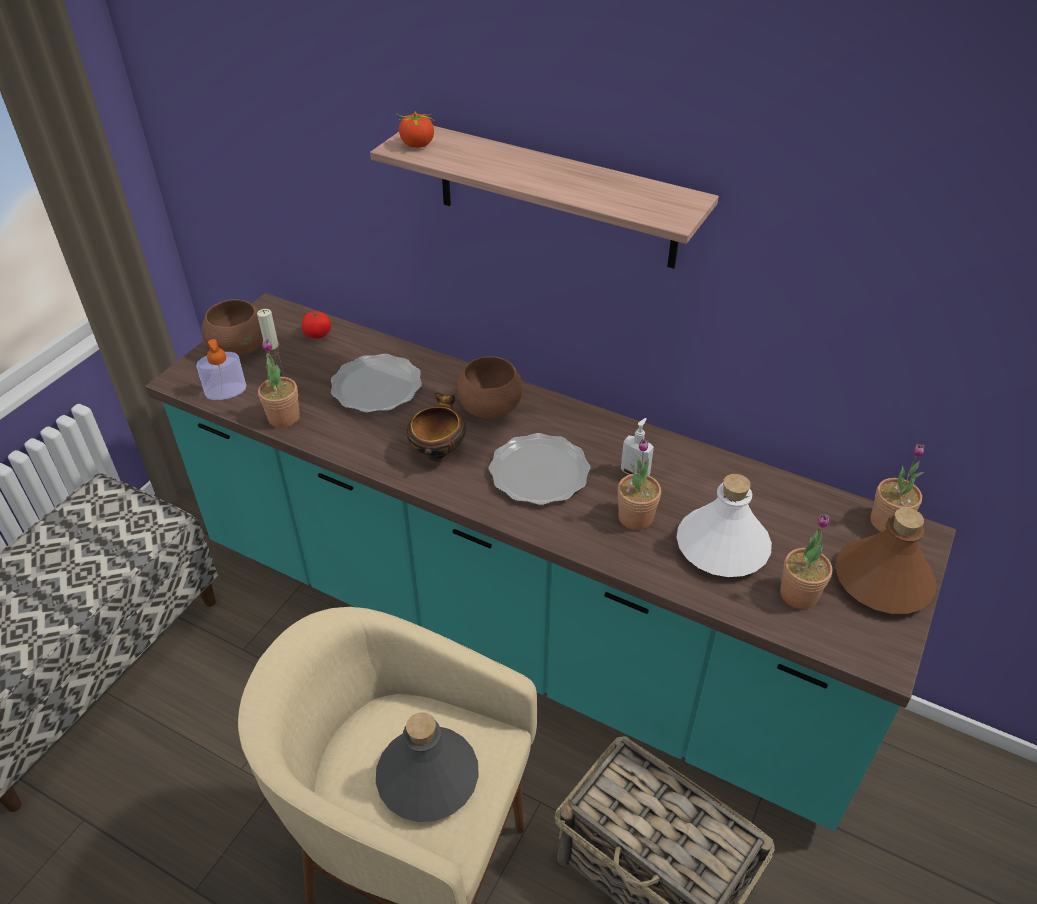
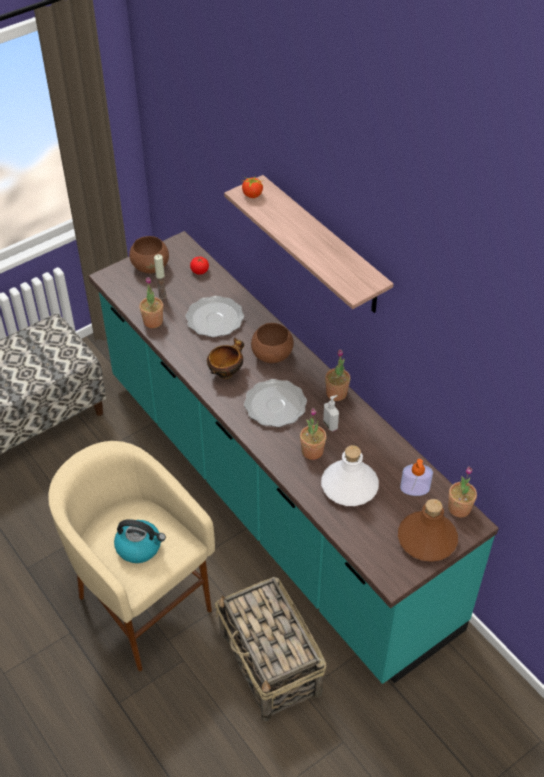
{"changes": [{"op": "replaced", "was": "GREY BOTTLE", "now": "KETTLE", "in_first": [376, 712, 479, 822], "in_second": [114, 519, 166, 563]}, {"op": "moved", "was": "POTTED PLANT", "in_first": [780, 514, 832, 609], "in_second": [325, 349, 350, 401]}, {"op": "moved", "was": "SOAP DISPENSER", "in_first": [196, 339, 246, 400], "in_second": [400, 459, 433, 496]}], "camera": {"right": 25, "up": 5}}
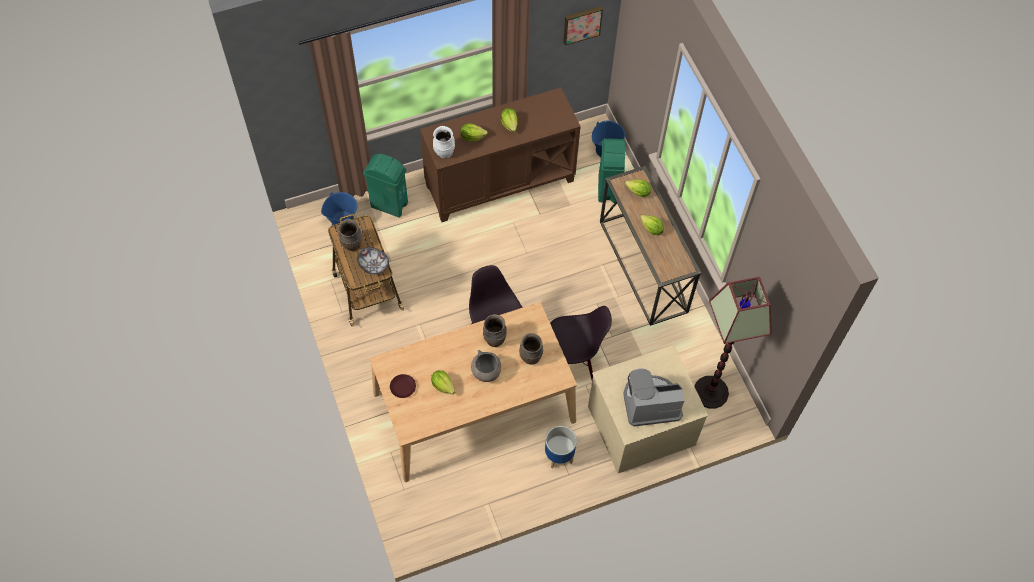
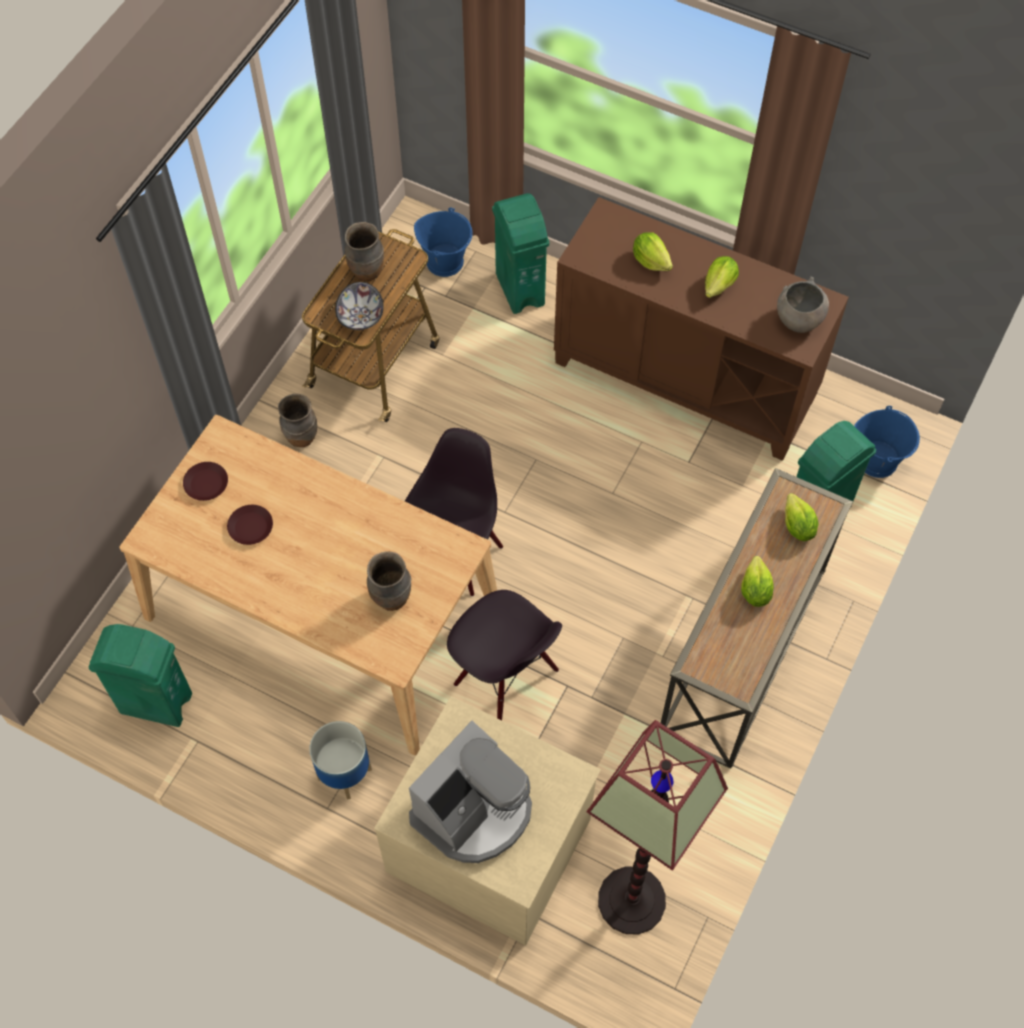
{"changes": [{"op": "added", "now": "GREEN TRASH CAN", "in_second": [89, 624, 192, 727]}, {"op": "replaced", "was": "LETTUCE", "now": "BROWN PLATE", "in_first": [431, 370, 455, 394], "in_second": [227, 505, 273, 545]}, {"op": "moved", "was": "BROWN VASE", "in_first": [483, 314, 507, 347], "in_second": [278, 394, 317, 447]}, {"op": "turned", "was": "COFFEE MACHINE", "in_first": [623, 369, 684, 427], "in_second": [409, 721, 532, 863], "clockwise": 90}, {"op": "moved", "was": "GREY BOWL", "in_first": [471, 350, 501, 382], "in_second": [777, 277, 829, 333]}, {"op": "removed", "was": "WHITE VASE", "in_first": [433, 126, 455, 159]}, {"op": "removed", "was": "PICTURE", "in_first": [563, 6, 603, 46]}], "camera": {"right": 50, "up": 0}}
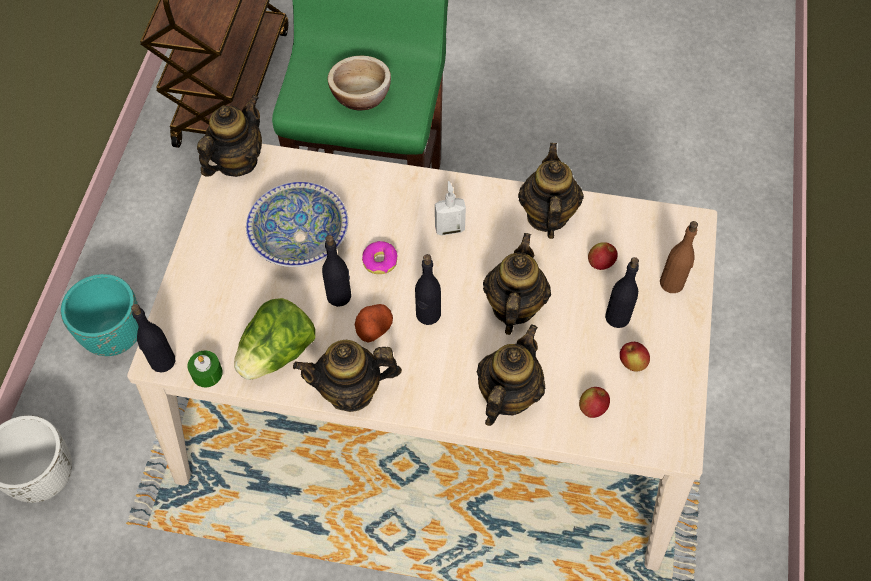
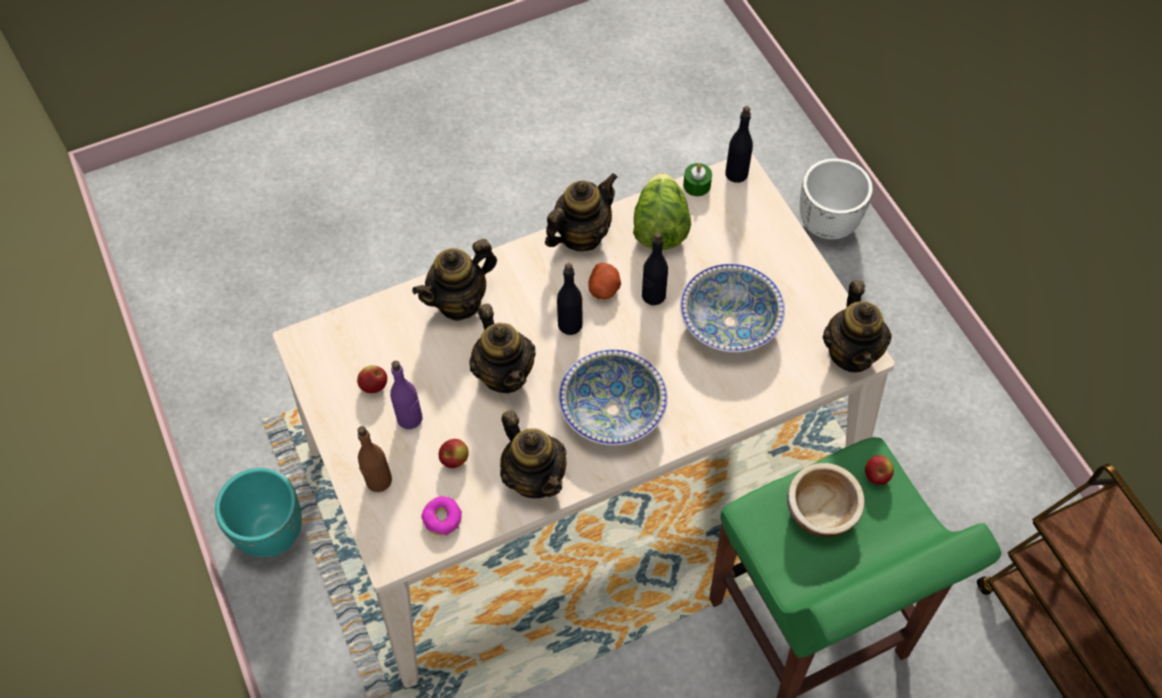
{"changes": [{"op": "moved", "was": "TURQUOISE PLANTER", "in_first": [61, 274, 139, 356], "in_second": [215, 468, 302, 558]}, {"op": "recoloured", "was": "BLACK BOTTLE", "now": "PURPLE BOTTLE", "in_first": [605, 257, 639, 328], "in_second": [390, 361, 422, 429]}, {"op": "turned", "was": "TEAPOT", "in_first": [477, 324, 545, 426], "in_second": [412, 239, 497, 321], "clockwise": 60}, {"op": "moved", "was": "DONUT", "in_first": [362, 241, 398, 274], "in_second": [421, 496, 462, 536]}, {"op": "replaced", "was": "SOAP DISPENSER", "now": "BOWL", "in_first": [435, 181, 466, 236], "in_second": [559, 349, 668, 446]}, {"op": "moved", "was": "APPLE", "in_first": [579, 387, 610, 418], "in_second": [865, 455, 894, 485]}], "camera": {"right": 145, "up": 0}}
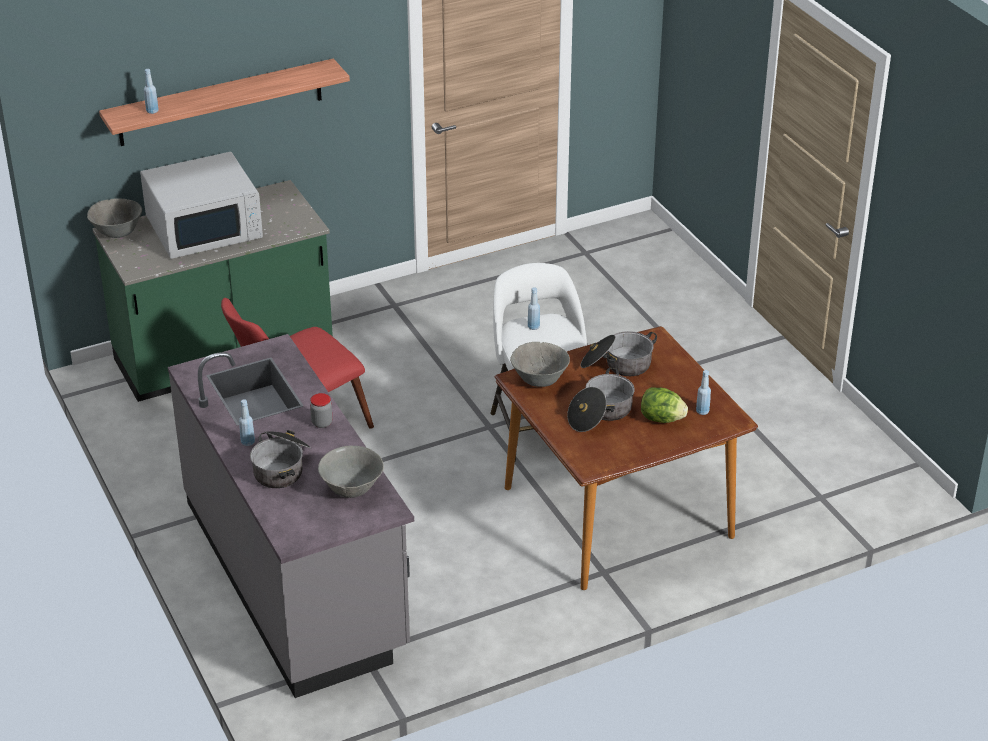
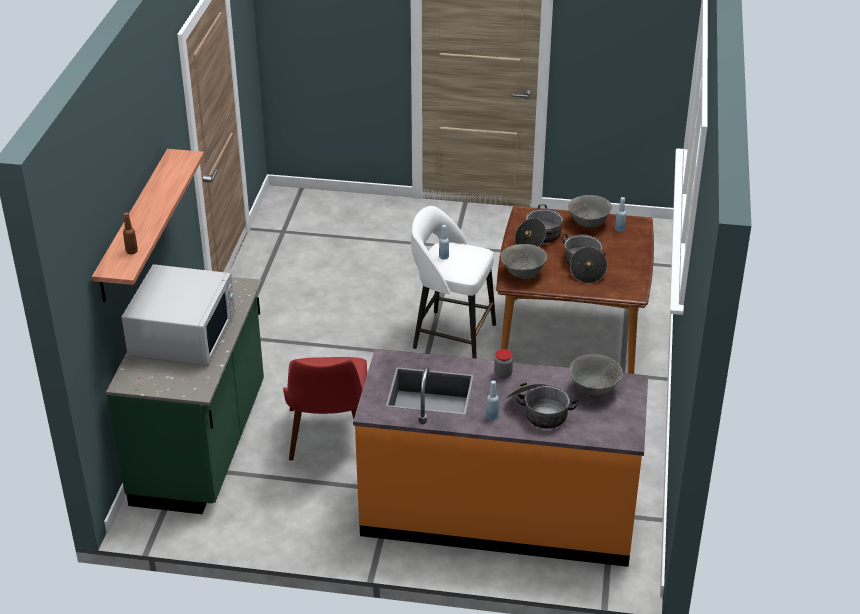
{"changes": [{"op": "recoloured", "was": "BLUE BOTTLE", "now": "BROWN BOTTLE", "in_first": [144, 69, 159, 114], "in_second": [123, 212, 138, 254]}, {"op": "recoloured", "was": "GREY COUNTER", "now": "ORANGE COUNTER", "in_first": [168, 334, 414, 698], "in_second": [353, 349, 648, 567]}, {"op": "moved", "was": "GREY BOWL", "in_first": [87, 198, 142, 238], "in_second": [568, 195, 612, 228]}, {"op": "removed", "was": "LETTUCE", "in_first": [641, 387, 688, 423]}], "camera": {"right": -55, "up": 0}}
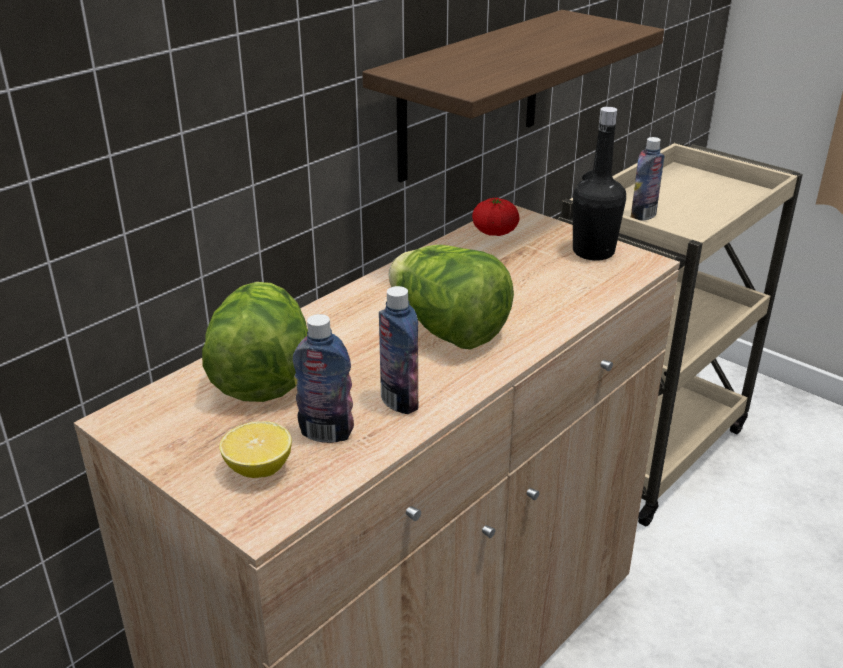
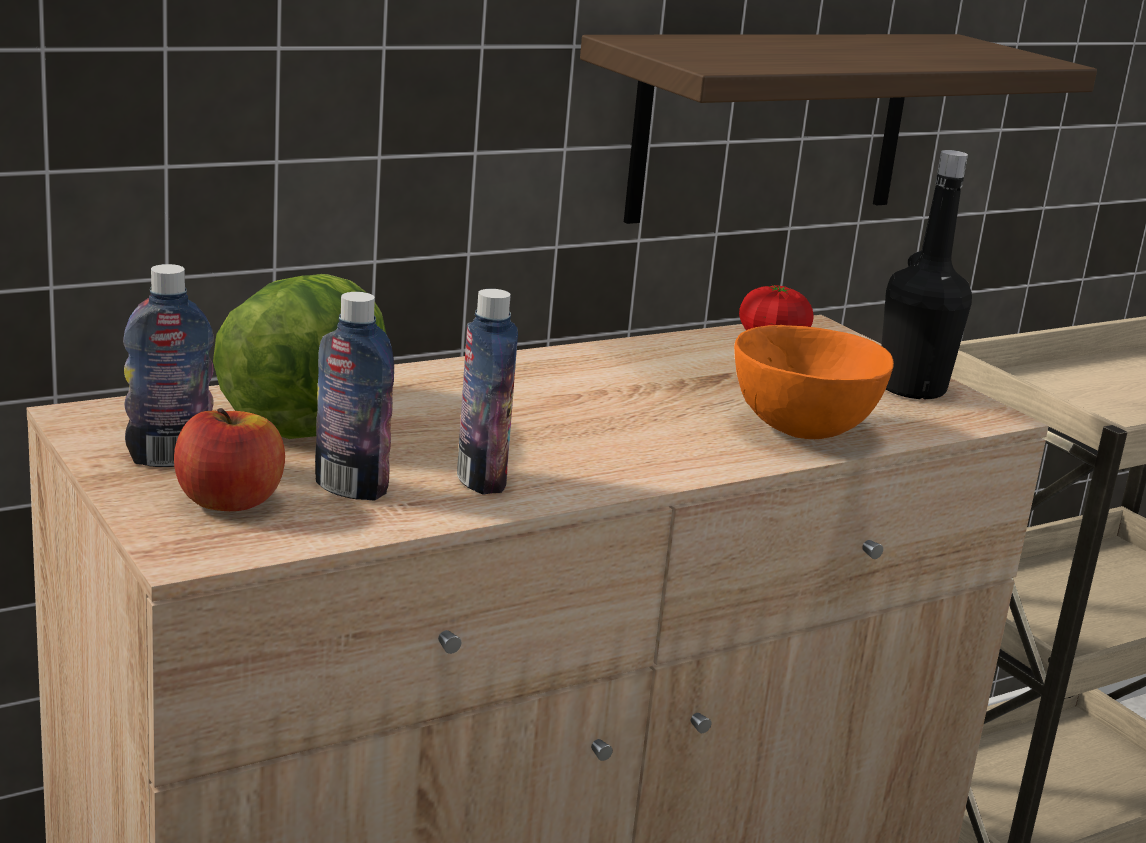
{"changes": [{"op": "moved", "was": "BOTTLE", "in_first": [631, 137, 664, 221], "in_second": [123, 264, 214, 467]}, {"op": "replaced", "was": "LEMON", "now": "APPLE", "in_first": [219, 421, 292, 478], "in_second": [174, 408, 285, 511]}, {"op": "added", "now": "ORANGE BOWL", "in_second": [734, 325, 894, 439]}, {"op": "removed", "was": "LETTUCE", "in_first": [389, 245, 514, 349]}], "camera": {"right": 15, "up": -10}}
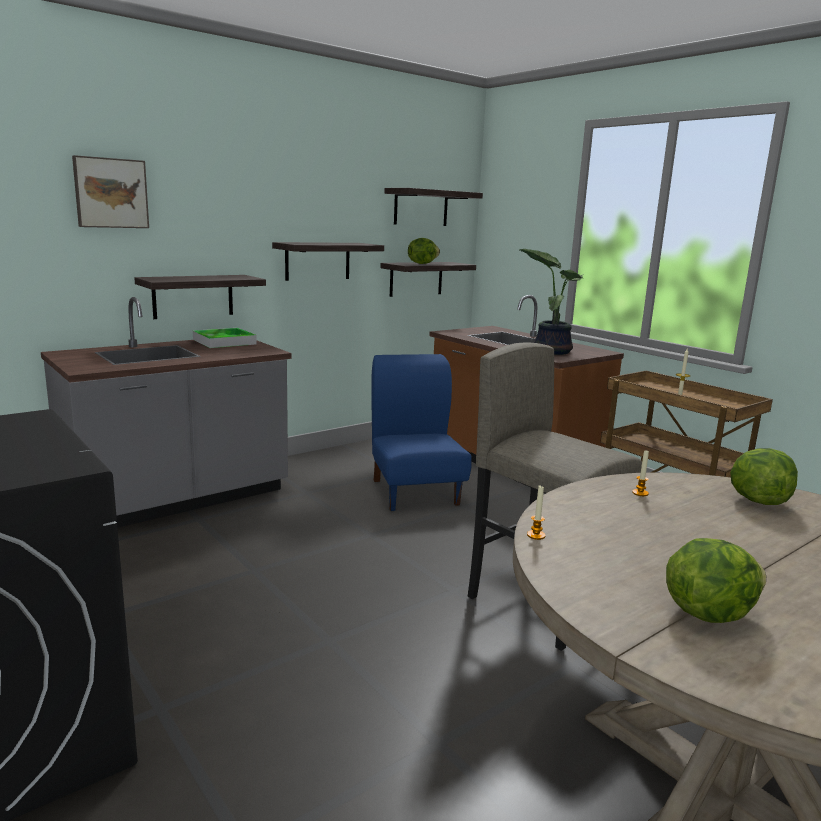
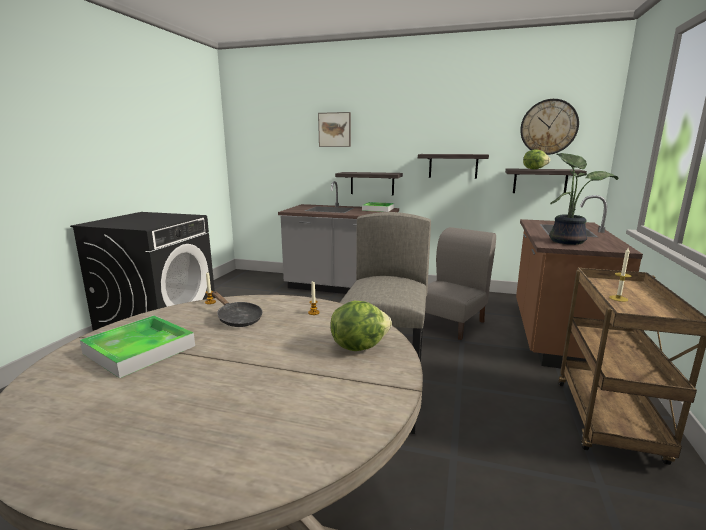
{"changes": [{"op": "replaced", "was": "LETTUCE", "now": "TRAY", "in_first": [666, 538, 766, 623], "in_second": [80, 316, 195, 378]}, {"op": "added", "now": "BLACK FRYING PAN", "in_second": [212, 292, 262, 327]}, {"op": "recoloured", "was": "BLUE CHAIR", "now": "GREY CHAIR", "in_first": [371, 354, 472, 511], "in_second": [425, 227, 496, 340]}, {"op": "replaced", "was": "SHELF", "now": "WALL CLOCK", "in_first": [385, 188, 483, 226], "in_second": [520, 99, 579, 155]}], "camera": {"right": 55, "up": 0}}
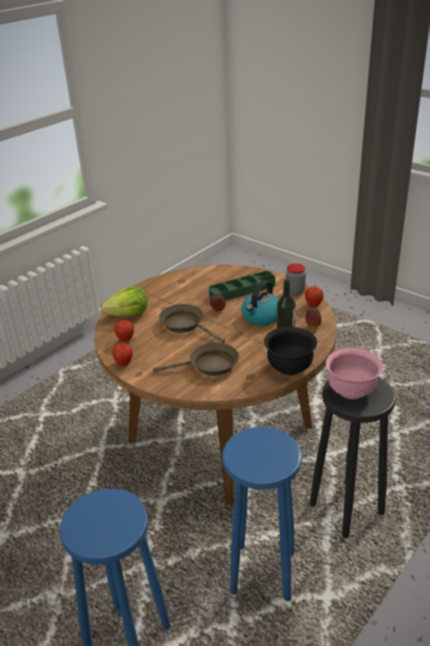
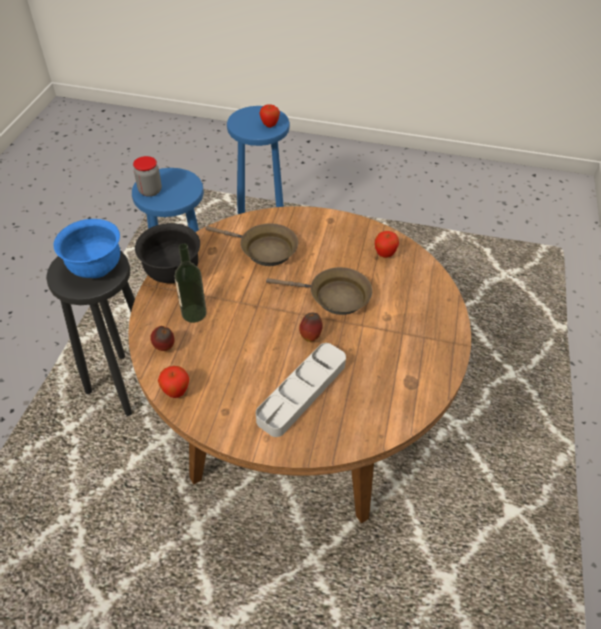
{"changes": [{"op": "recoloured", "was": "PINK BOWL", "now": "BLUE BOWL", "in_first": [326, 348, 383, 399], "in_second": [54, 219, 120, 278]}, {"op": "moved", "was": "JAR", "in_first": [286, 263, 306, 295], "in_second": [133, 156, 162, 197]}, {"op": "turned", "was": "BROWN FRYING PAN", "in_first": [153, 342, 239, 376], "in_second": [206, 223, 298, 266], "clockwise": -120}, {"op": "recoloured", "was": "GREEN TRAY", "now": "GREY TRAY", "in_first": [209, 271, 275, 300], "in_second": [256, 343, 346, 437]}, {"op": "moved", "was": "APPLE", "in_first": [112, 343, 133, 366], "in_second": [259, 104, 280, 128]}, {"op": "removed", "was": "LETTUCE", "in_first": [100, 286, 148, 316]}, {"op": "removed", "was": "KETTLE", "in_first": [241, 280, 279, 326]}], "camera": {"right": 150, "up": 15}}
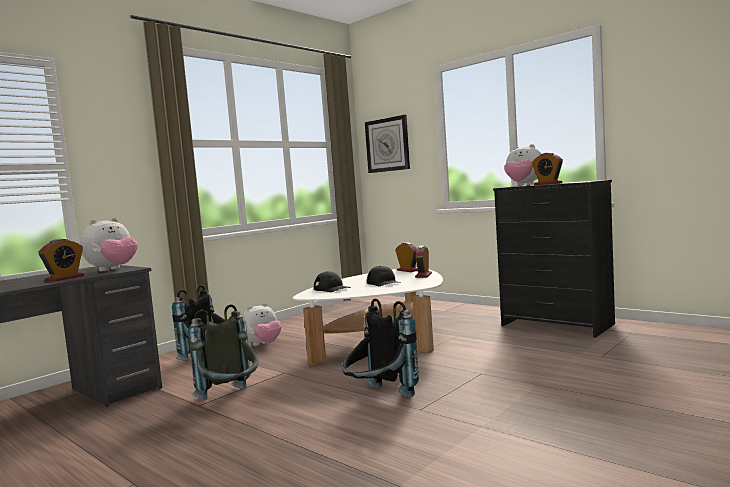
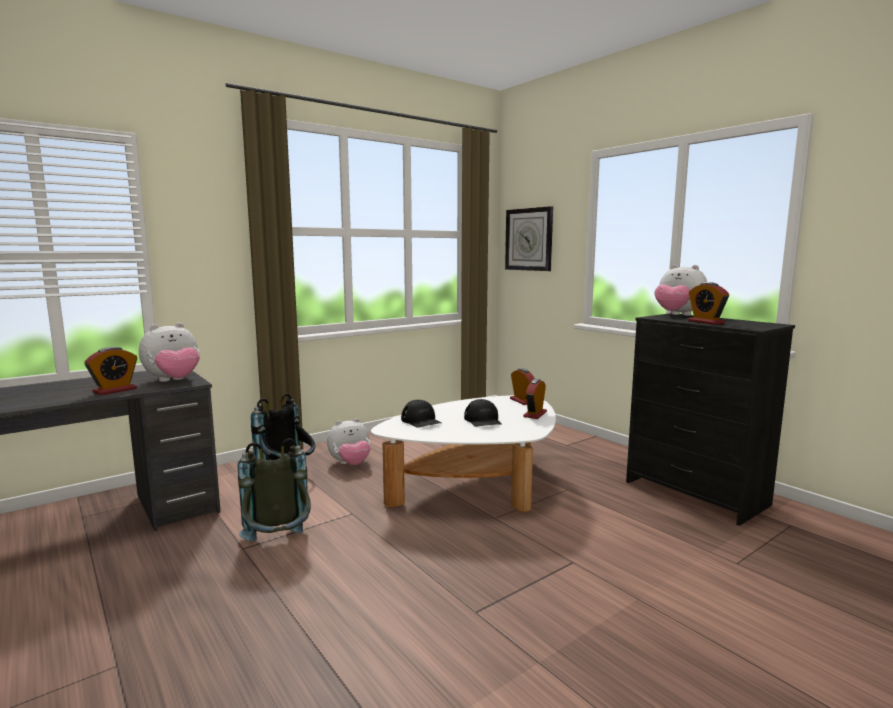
{"changes": [{"op": "removed", "was": "BLACK BACKPACK", "in_first": [342, 298, 419, 397]}], "camera": {"right": 10, "up": 5}}
